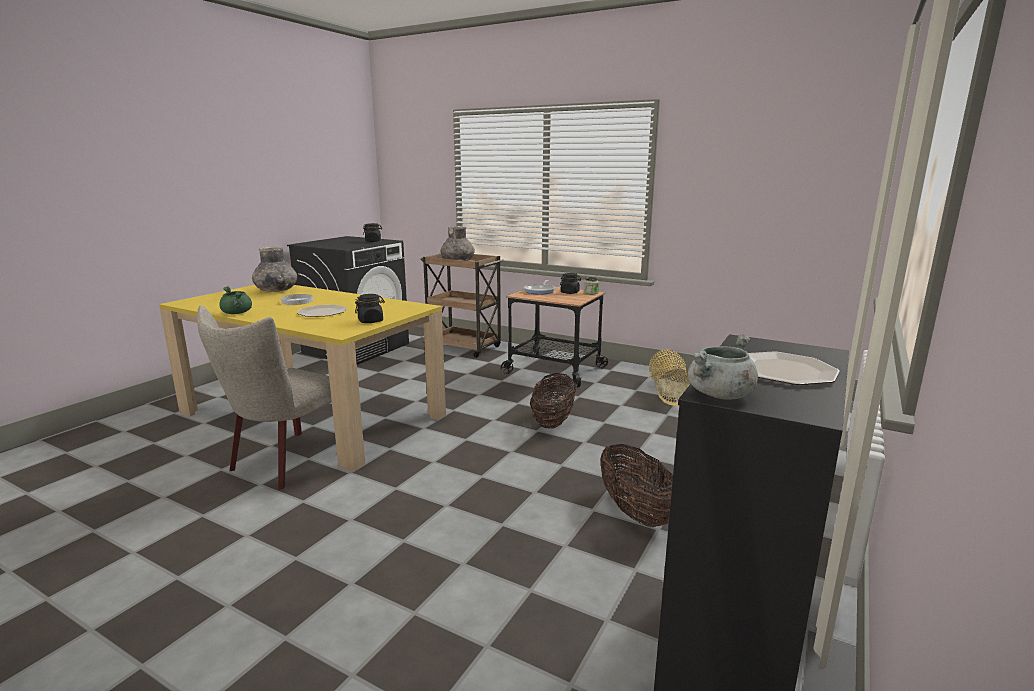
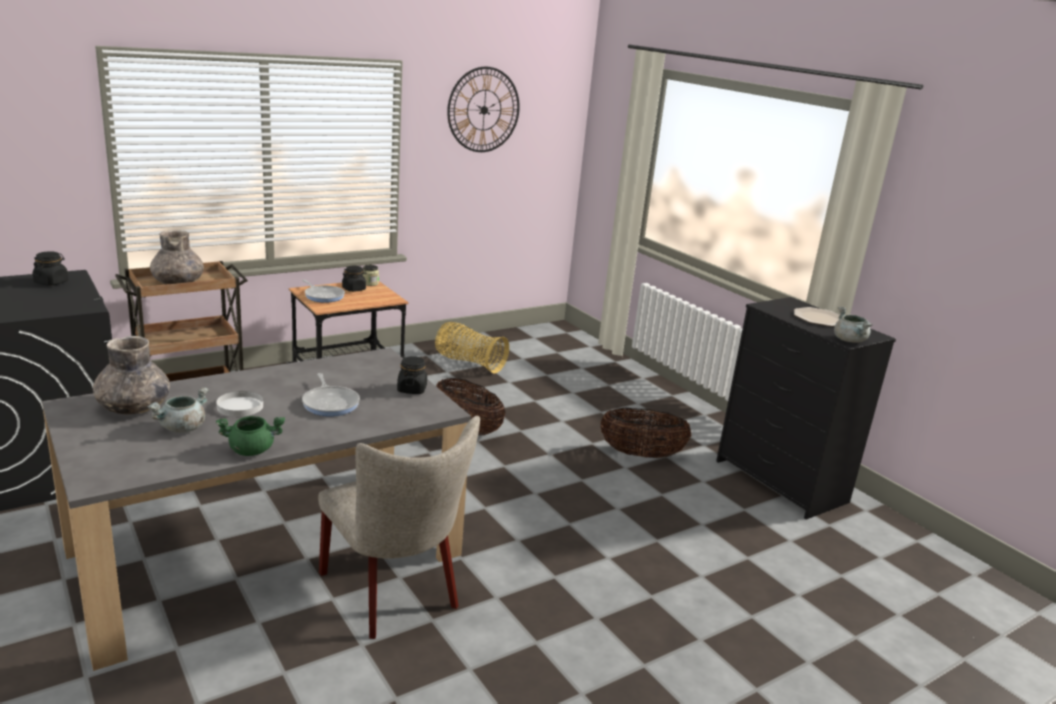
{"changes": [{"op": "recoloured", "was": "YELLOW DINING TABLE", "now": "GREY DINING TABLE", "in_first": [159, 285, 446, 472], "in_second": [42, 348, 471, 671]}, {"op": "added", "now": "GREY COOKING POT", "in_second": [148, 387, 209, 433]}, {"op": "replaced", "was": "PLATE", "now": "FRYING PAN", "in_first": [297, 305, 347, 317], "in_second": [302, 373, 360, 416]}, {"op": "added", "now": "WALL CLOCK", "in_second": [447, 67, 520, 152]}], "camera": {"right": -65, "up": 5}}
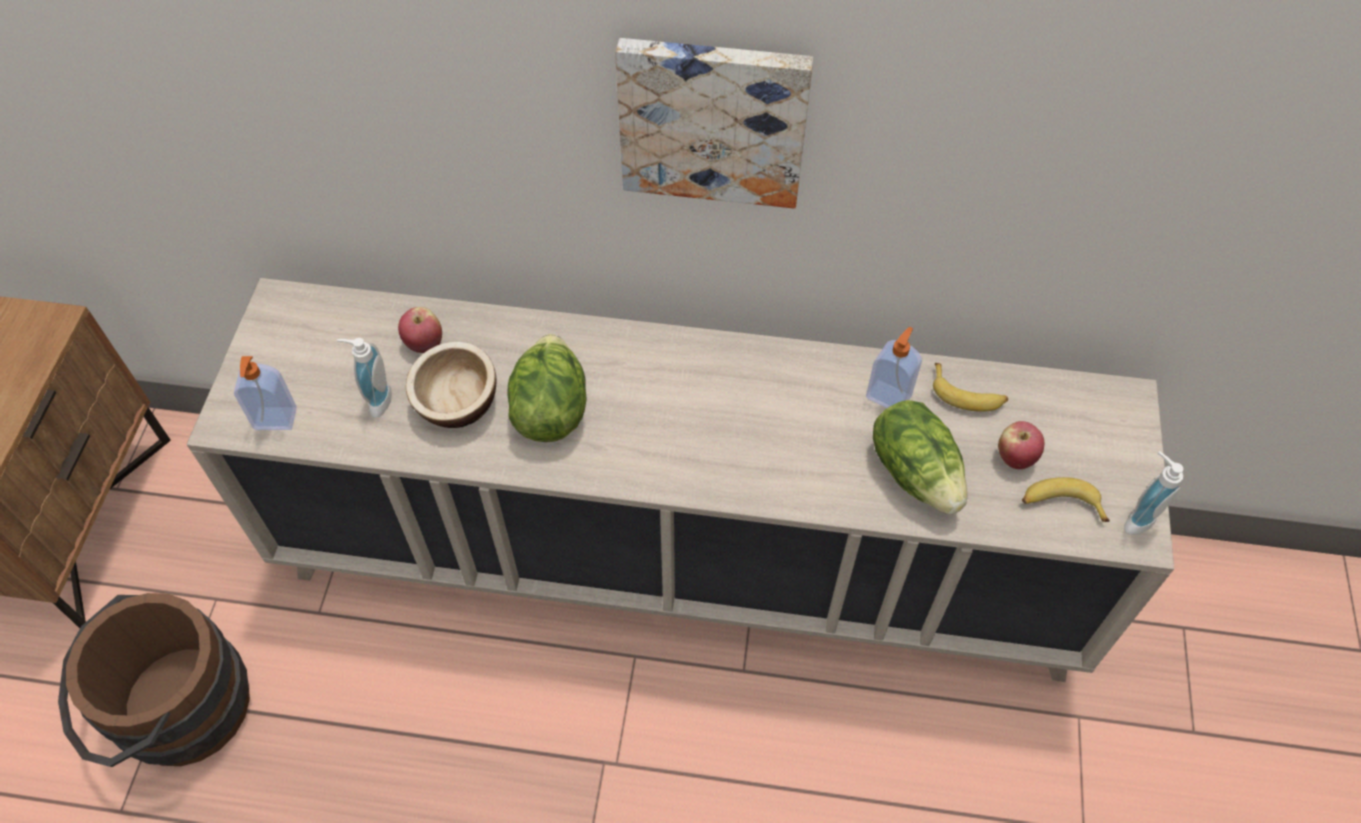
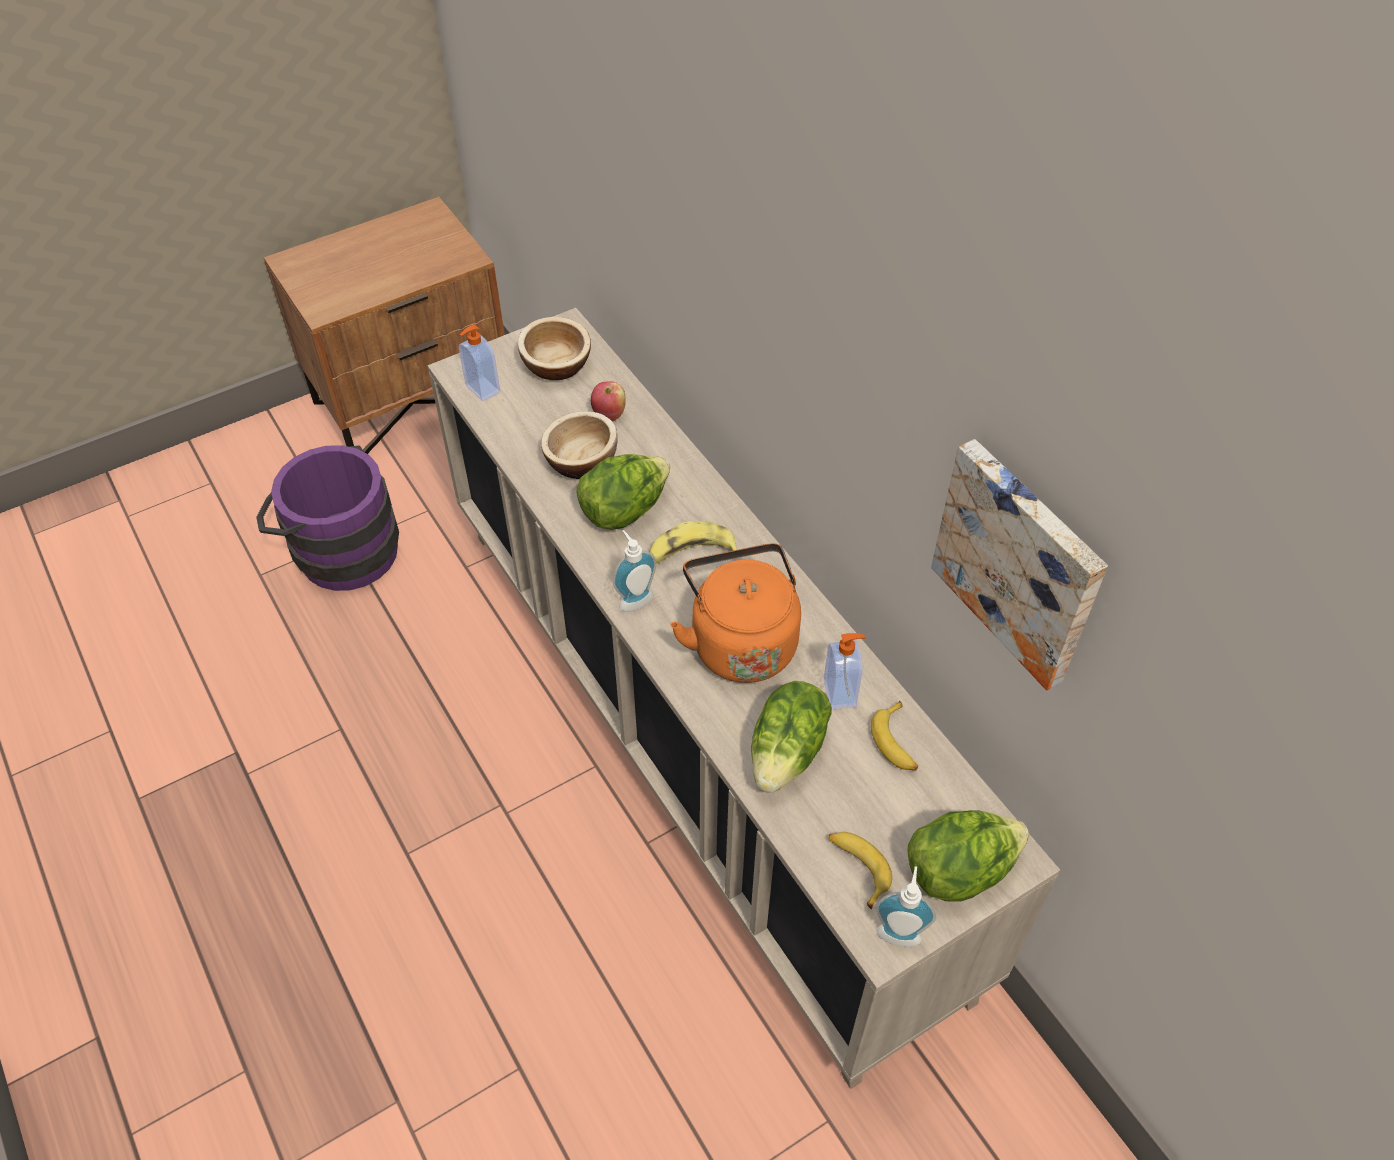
{"changes": [{"op": "recoloured", "was": "BROWN BUCKET", "now": "PURPLE BUCKET", "in_first": [58, 593, 250, 767], "in_second": [256, 445, 399, 591]}, {"op": "added", "now": "BOWL", "in_second": [518, 317, 591, 380]}, {"op": "moved", "was": "SOAP DISPENSER", "in_first": [337, 338, 392, 418], "in_second": [613, 530, 656, 611]}, {"op": "added", "now": "BANANA", "in_second": [650, 521, 738, 563]}, {"op": "added", "now": "ORANGE KETTLE", "in_second": [670, 543, 801, 683]}, {"op": "added", "now": "LETTUCE", "in_second": [908, 810, 1029, 902]}, {"op": "moved", "was": "PICTURE", "in_first": [615, 38, 813, 208], "in_second": [931, 439, 1108, 690]}, {"op": "removed", "was": "APPLE", "in_first": [998, 421, 1044, 469]}], "camera": {"right": 50, "up": -5}}
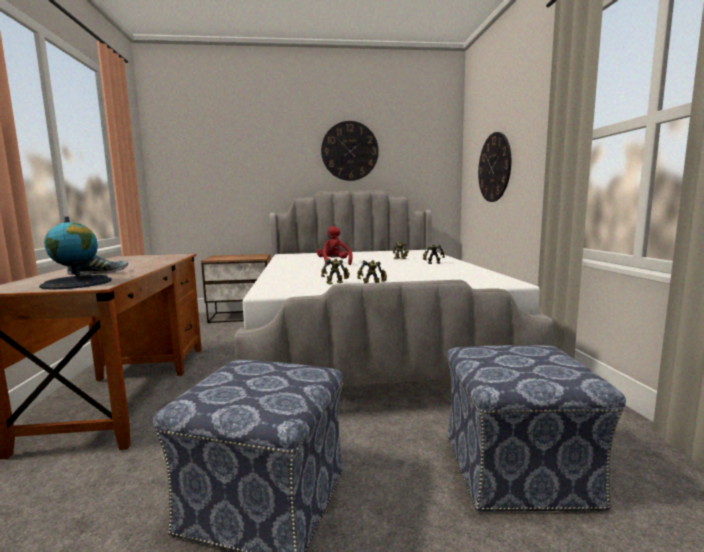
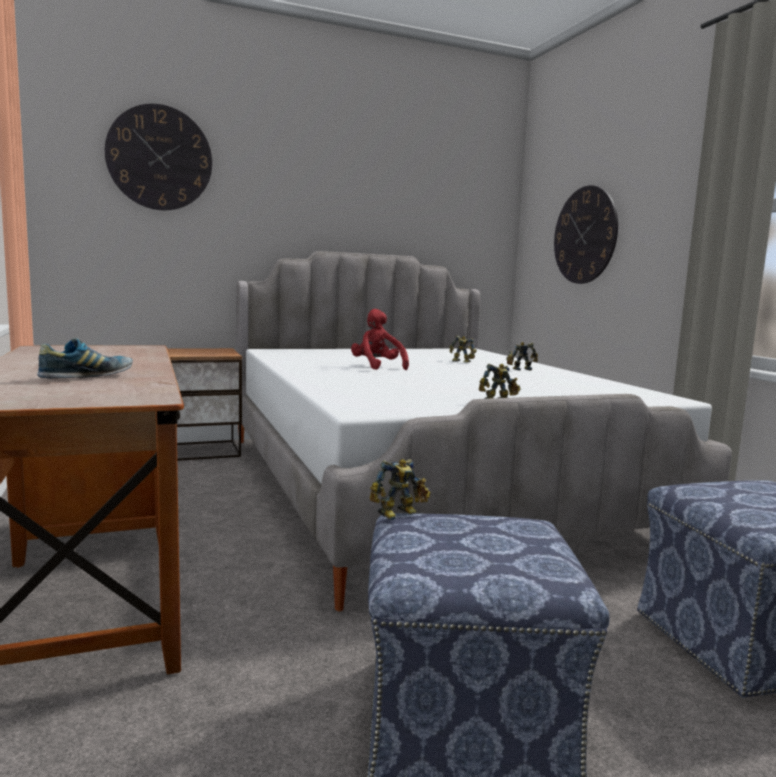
{"changes": [{"op": "moved", "was": "WALL CLOCK", "in_first": [321, 121, 379, 181], "in_second": [105, 104, 212, 210]}, {"op": "moved", "was": "TOY ROBOT", "in_first": [321, 258, 350, 285], "in_second": [369, 459, 431, 520]}, {"op": "removed", "was": "GLOBE", "in_first": [39, 216, 112, 290]}], "camera": {"right": -15, "up": 0}}
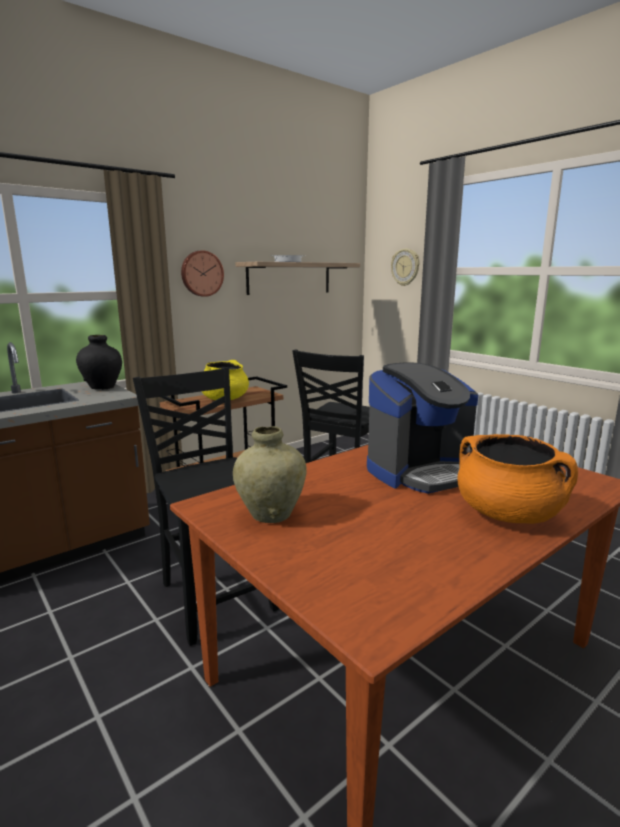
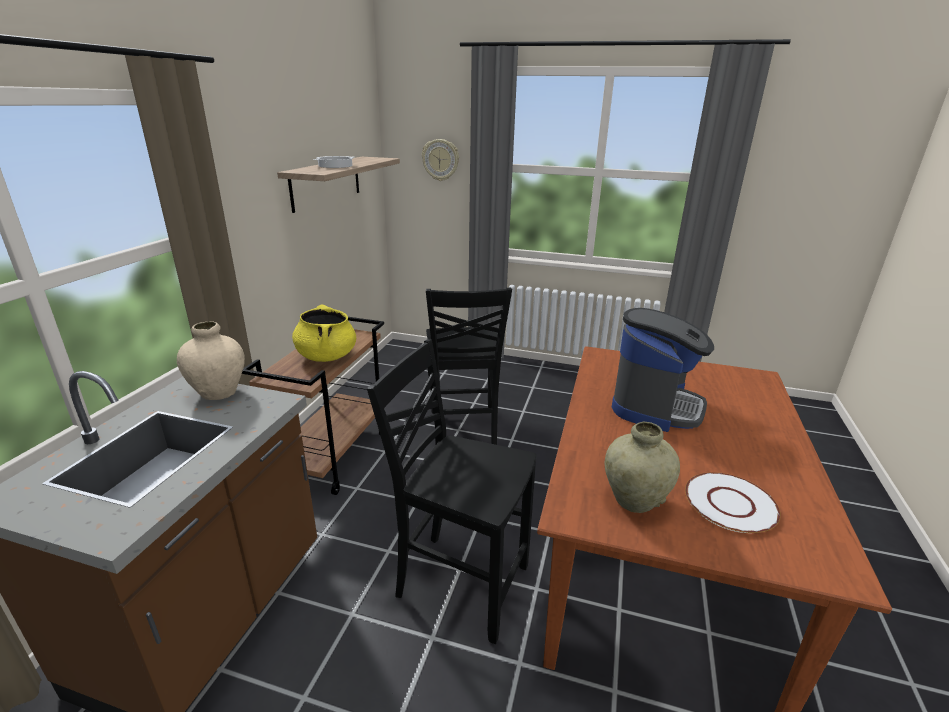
{"changes": [{"op": "recoloured", "was": "BLACK VASE", "now": "BEIGE VASE", "in_first": [76, 335, 122, 390], "in_second": [177, 321, 245, 400]}, {"op": "added", "now": "WHITE PLATE", "in_second": [685, 472, 781, 533]}, {"op": "removed", "was": "WALL CLOCK", "in_first": [181, 251, 224, 297]}, {"op": "removed", "was": "ORANGE COOKING POT", "in_first": [457, 434, 578, 524]}], "camera": {"right": -35, "up": 10}}
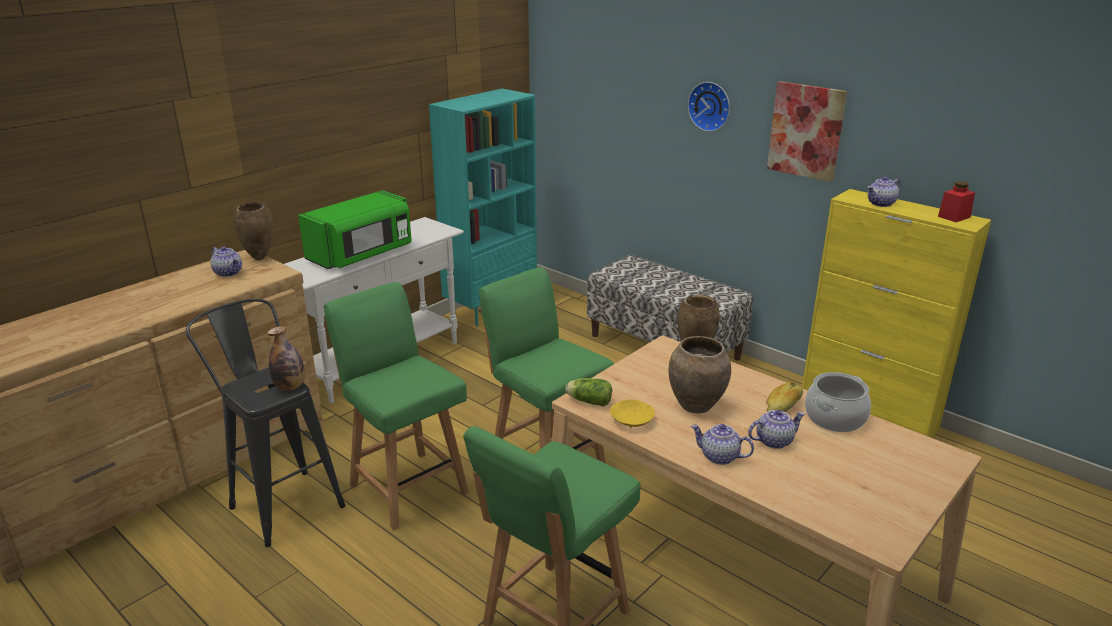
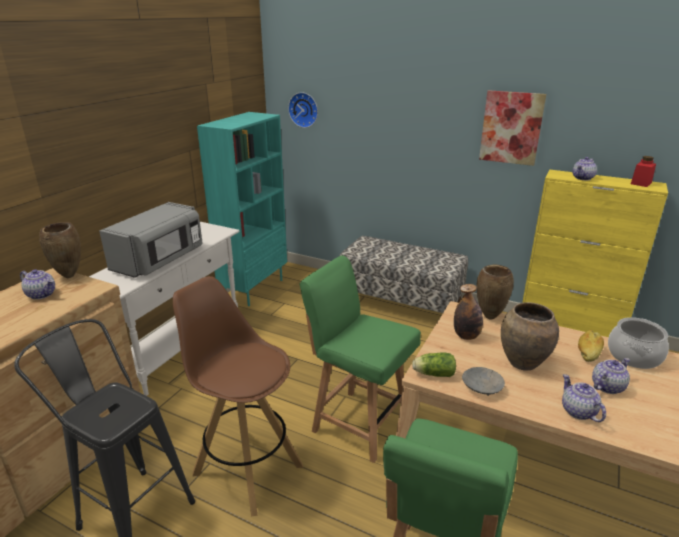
{"changes": [{"op": "recoloured", "was": "GREEN MICROWAVE", "now": "GREY MICROWAVE", "in_first": [298, 190, 412, 269], "in_second": [99, 202, 203, 278]}, {"op": "replaced", "was": "GREEN CHAIR", "now": "BROWN STOOL", "in_first": [323, 282, 469, 530], "in_second": [173, 276, 303, 516]}, {"op": "moved", "was": "WALL CLOCK", "in_first": [688, 82, 730, 132], "in_second": [288, 92, 318, 128]}, {"op": "moved", "was": "BOTTLE", "in_first": [267, 326, 305, 391], "in_second": [454, 284, 483, 340]}, {"op": "recoloured", "was": "YELLOW BOWL", "now": "GREY BOWL", "in_first": [610, 399, 655, 428], "in_second": [462, 367, 505, 396]}, {"op": "turned", "was": "TEAPOT", "in_first": [691, 424, 754, 465], "in_second": [562, 374, 606, 422], "clockwise": 60}], "camera": {"right": -15, "up": 0}}
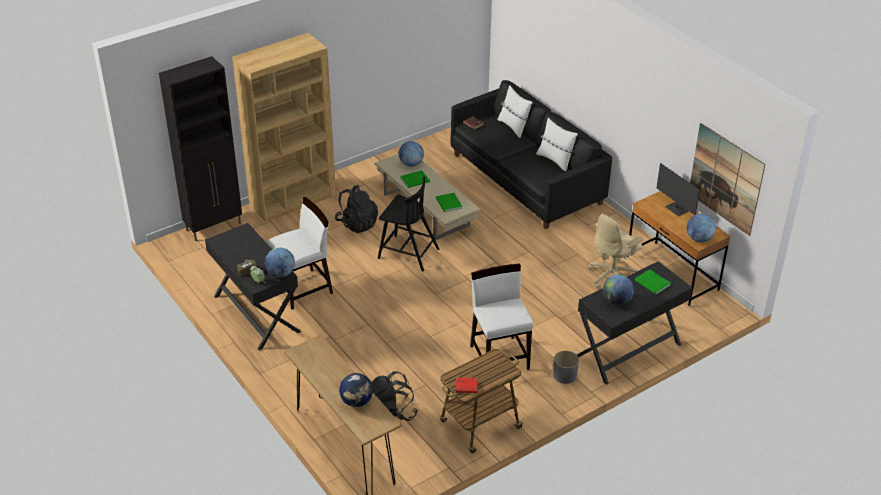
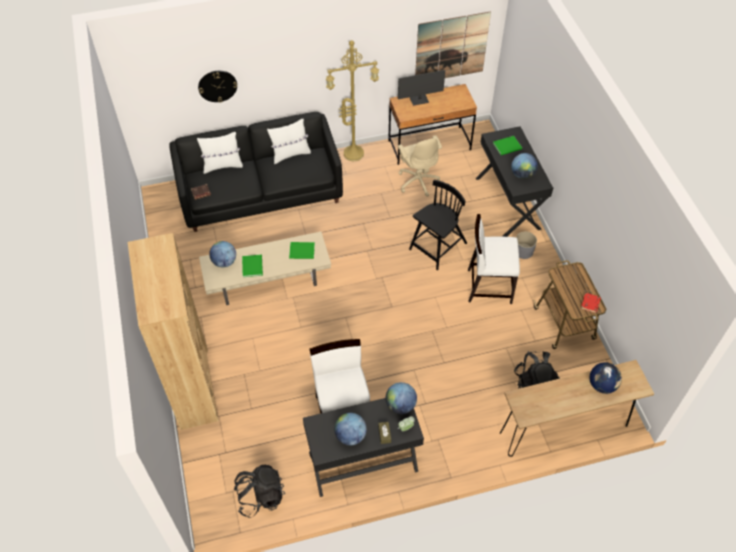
{"changes": [{"op": "added", "now": "WALL CLOCK", "in_second": [198, 71, 237, 103]}, {"op": "moved", "was": "BLACK BACKPACK", "in_first": [335, 185, 378, 233], "in_second": [234, 465, 285, 518]}, {"op": "added", "now": "YELLOW FLOOR LAMP", "in_second": [326, 40, 379, 161]}, {"op": "moved", "was": "GLOBE", "in_first": [687, 214, 716, 242], "in_second": [334, 413, 367, 445]}, {"op": "moved", "was": "BLACK CHAIR", "in_first": [378, 176, 439, 271], "in_second": [409, 180, 467, 270]}, {"op": "removed", "was": "BLACK CABINET", "in_first": [159, 56, 242, 241]}], "camera": {"right": -70, "up": 15}}
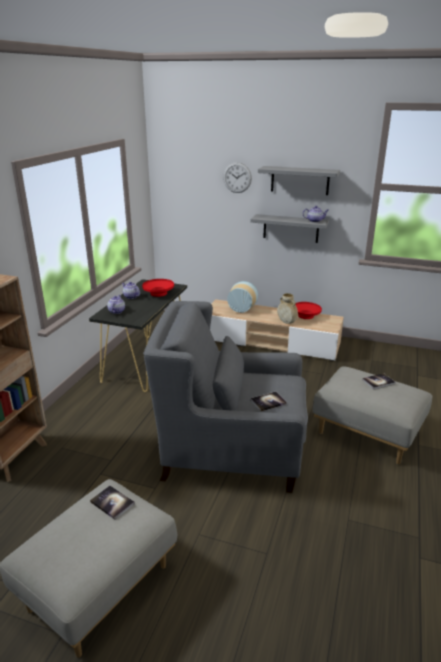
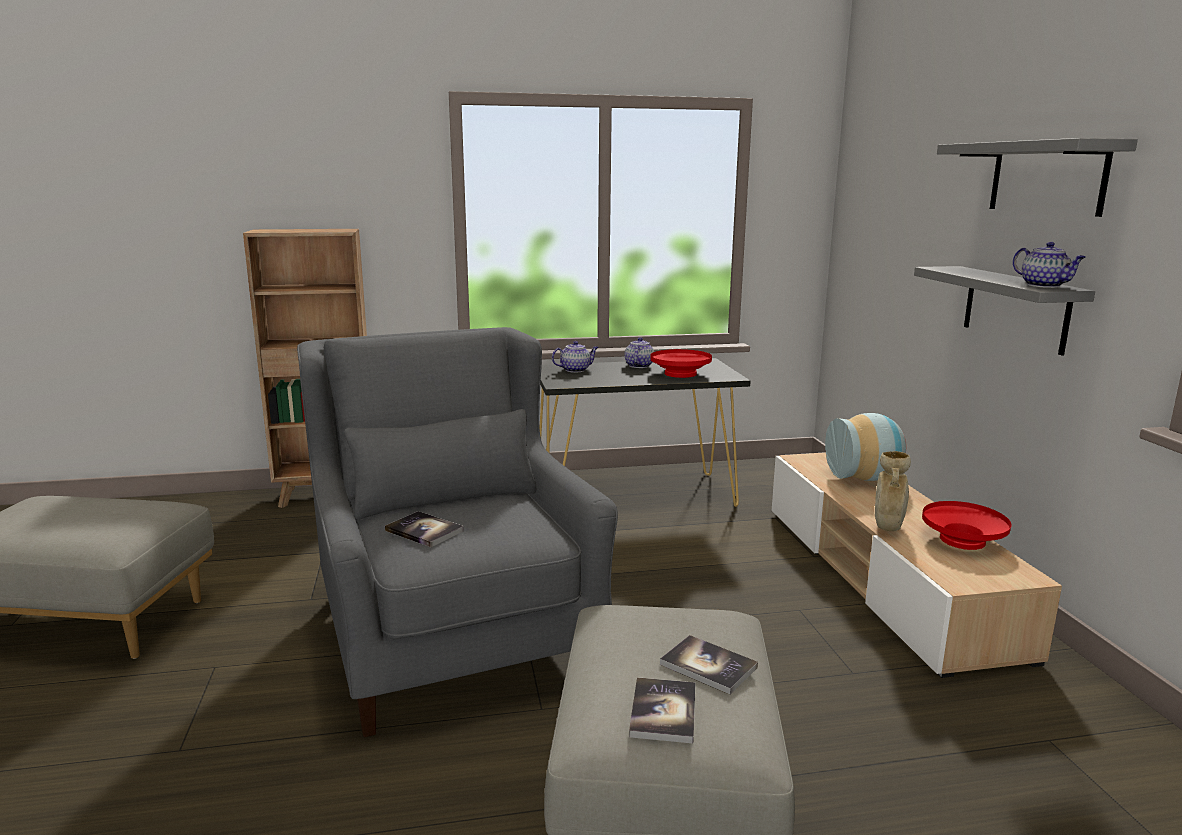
{"changes": [{"op": "moved", "was": "BOOK", "in_first": [90, 486, 135, 520], "in_second": [629, 677, 696, 743]}, {"op": "removed", "was": "WALL CLOCK", "in_first": [223, 162, 252, 193]}], "camera": {"right": 60, "up": -10}}
